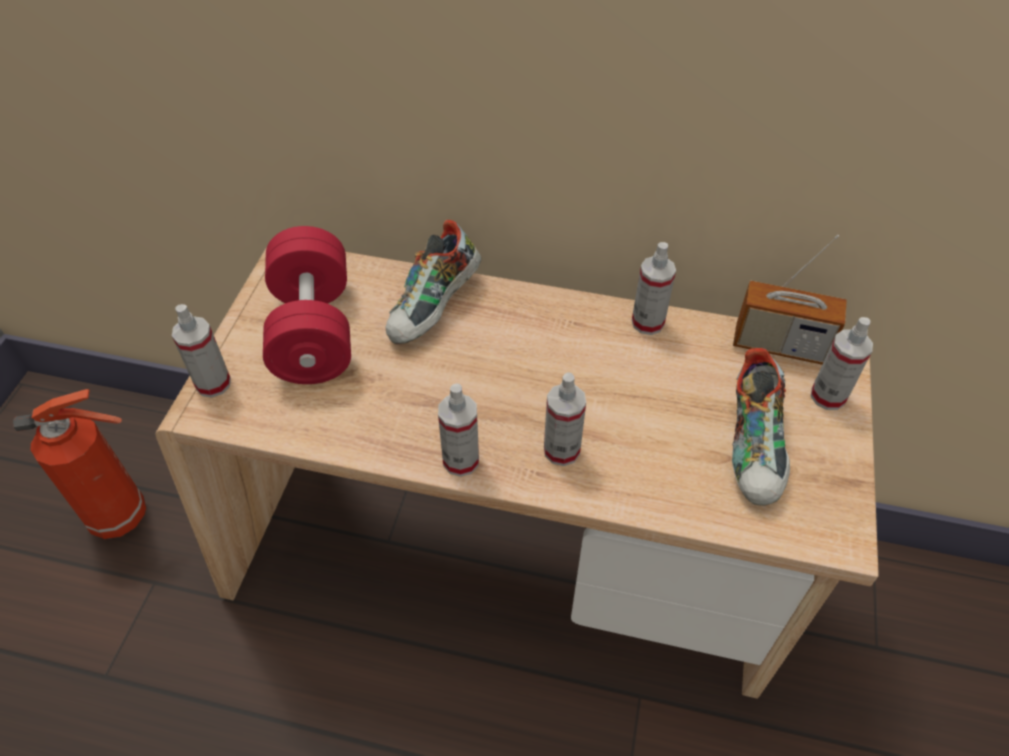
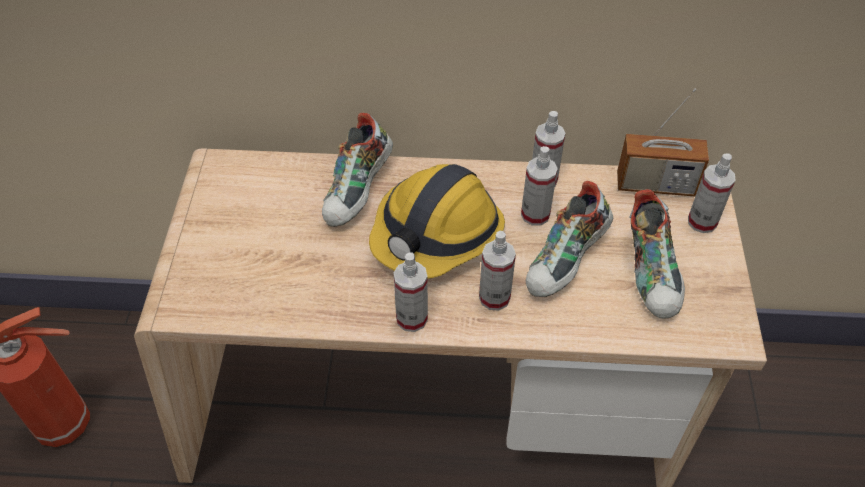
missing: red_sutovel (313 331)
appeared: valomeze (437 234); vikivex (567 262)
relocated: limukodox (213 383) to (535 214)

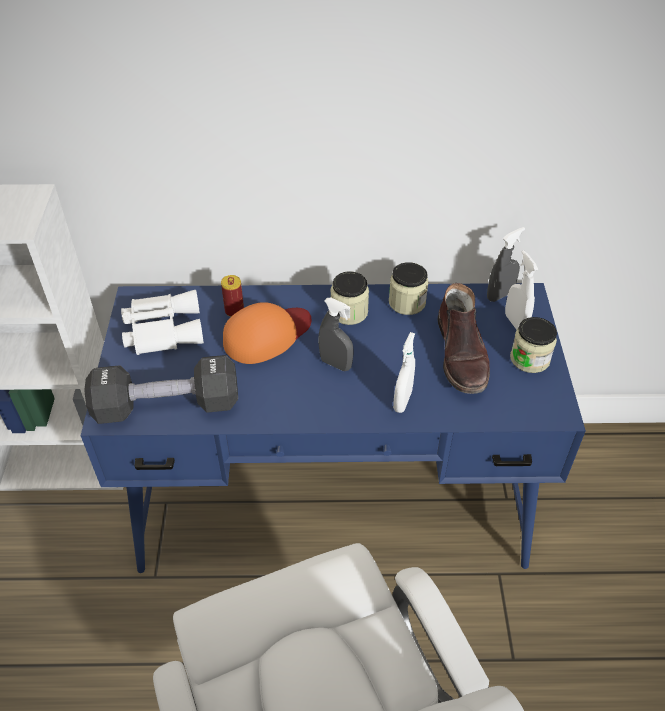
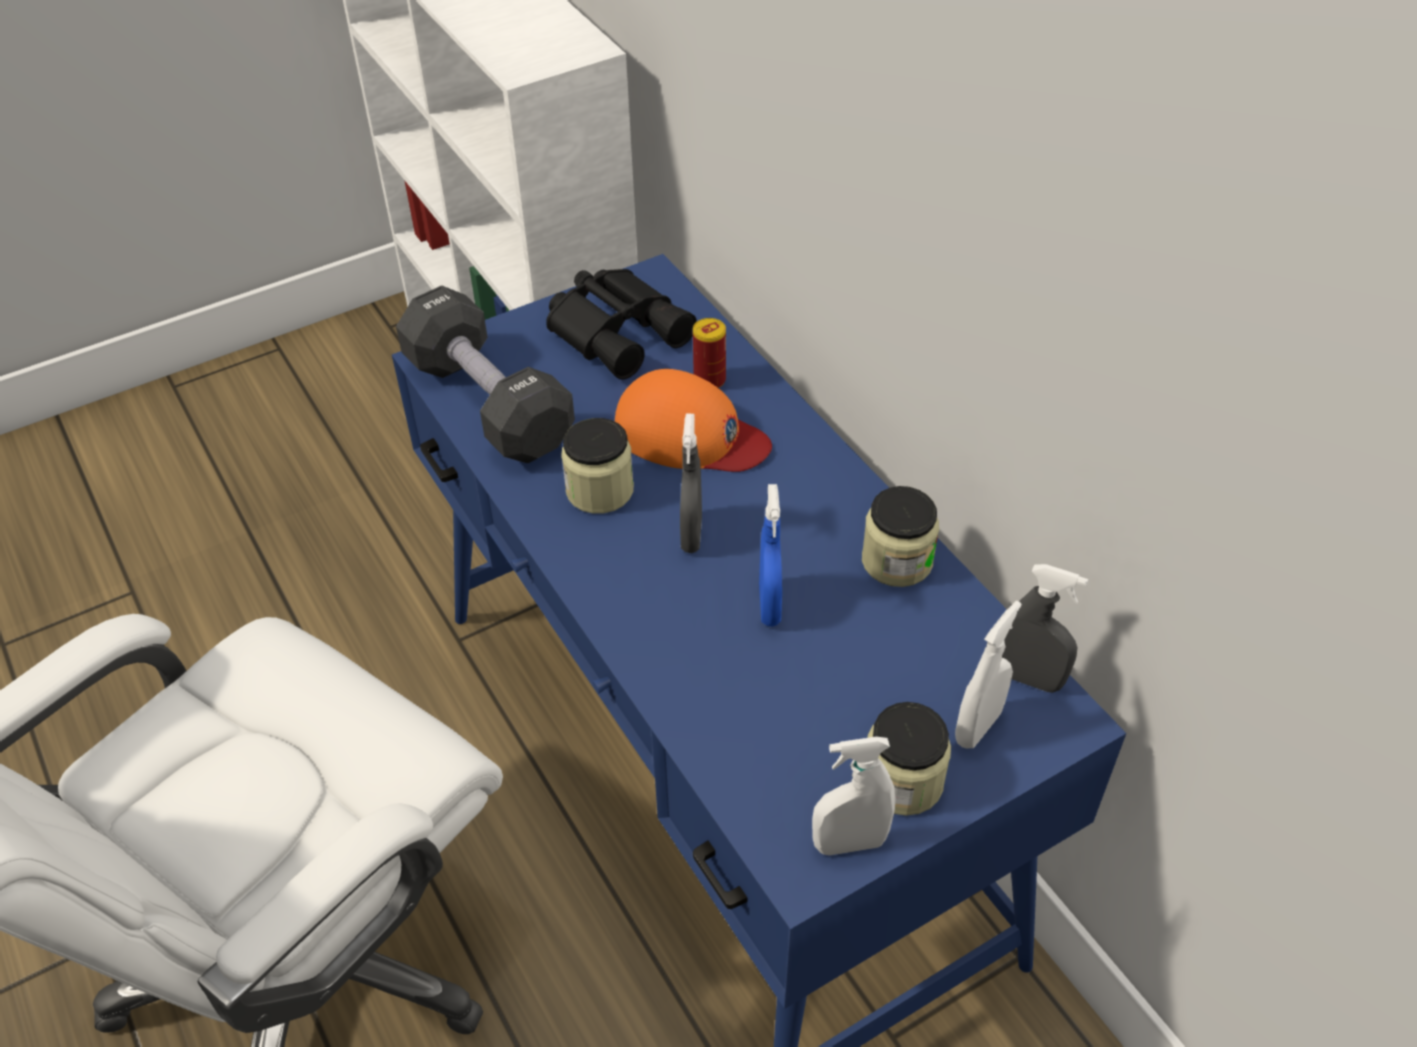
missing: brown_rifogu (462 354)
appeared: blue_limukodox (769 605)
relocated: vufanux (349 312) to (600 490); white_limukodox (402 401) to (849 843)
colour: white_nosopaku (162 328) to black_nosopaku (619 330)

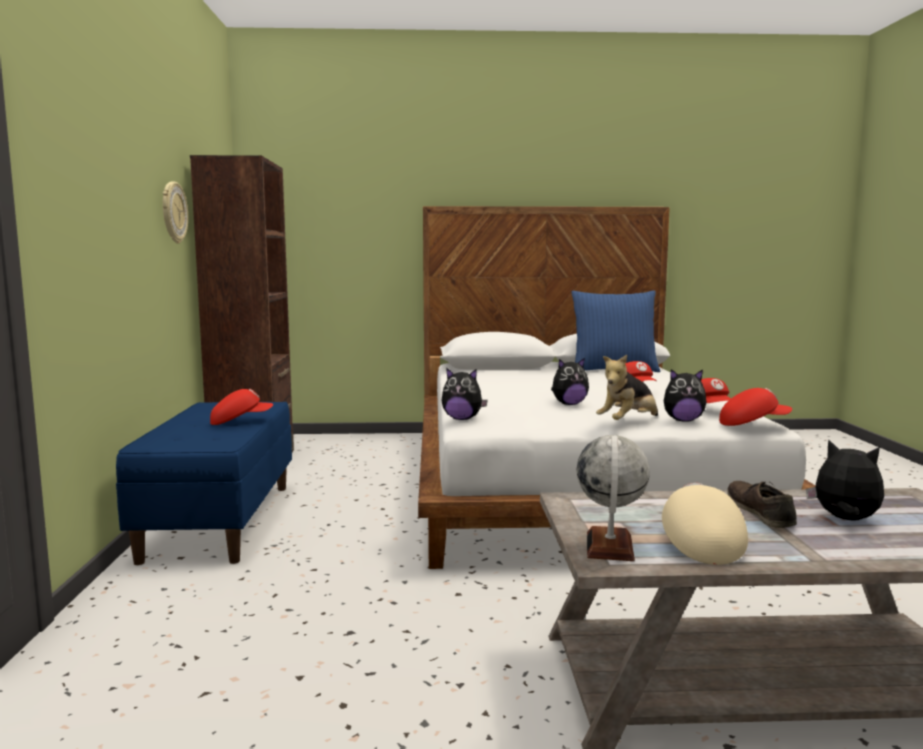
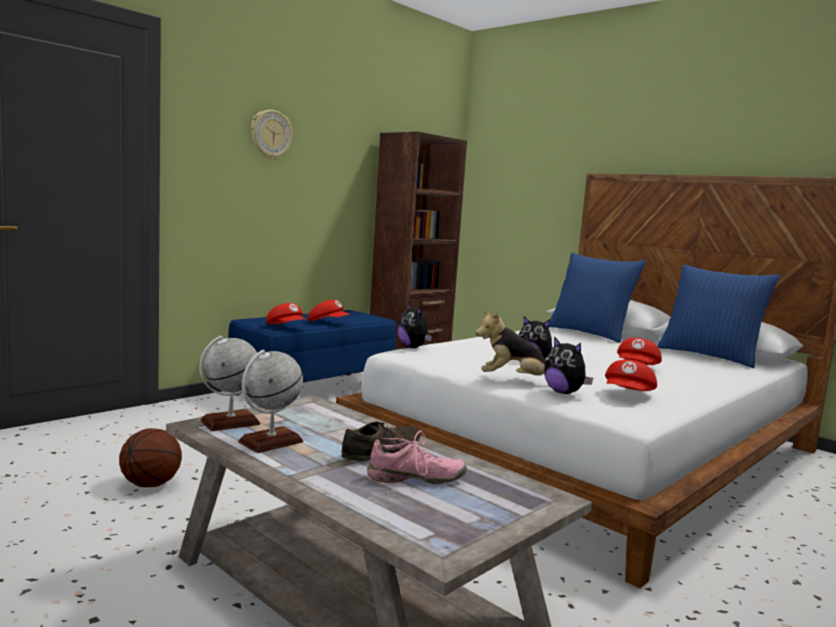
appeared: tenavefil (151 484); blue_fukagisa (590 333)
relocated: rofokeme (173 212) to (271 134); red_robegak (752 424) to (286 327)
exchanged: beige_robegak (698 544) to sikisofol (270 442); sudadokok (845 520) to pink_vikivex (415 479)

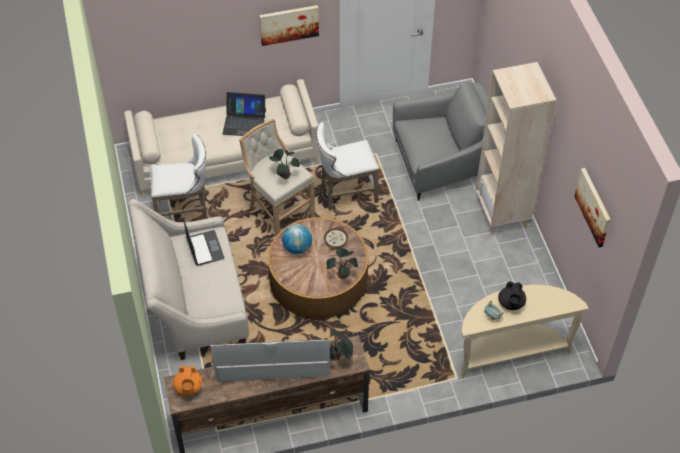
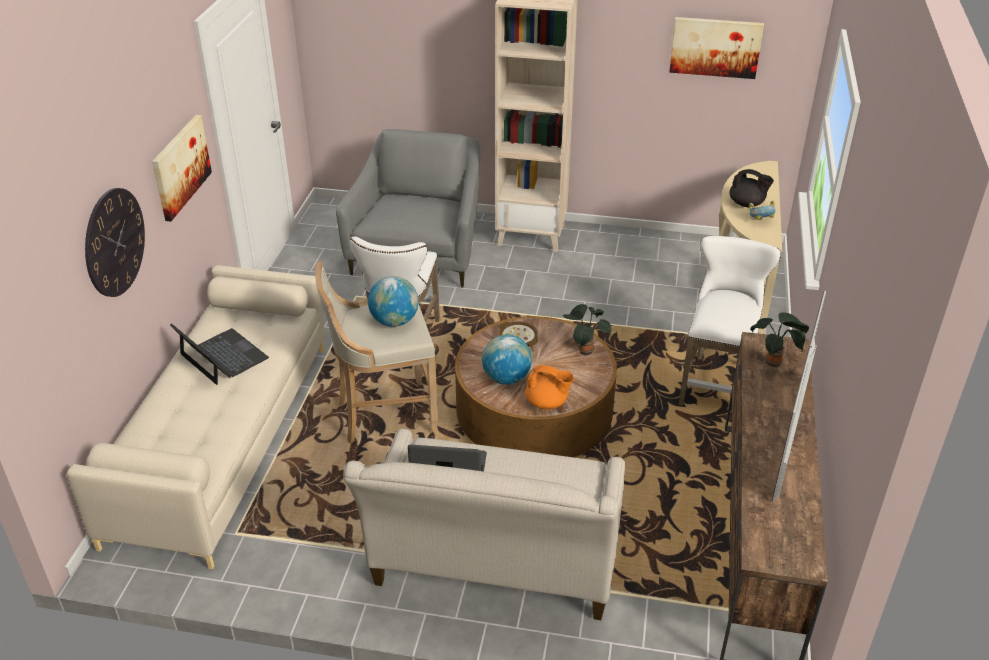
appeared: rofokeme (114 242)
relocated: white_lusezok (185 213) to (716 382); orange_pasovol (188 387) to (547 403)
exchanged: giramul (284 175) to sikisofol (394 321)
spun: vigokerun (244 122) = (223 357) 75 degrees counterclockwise

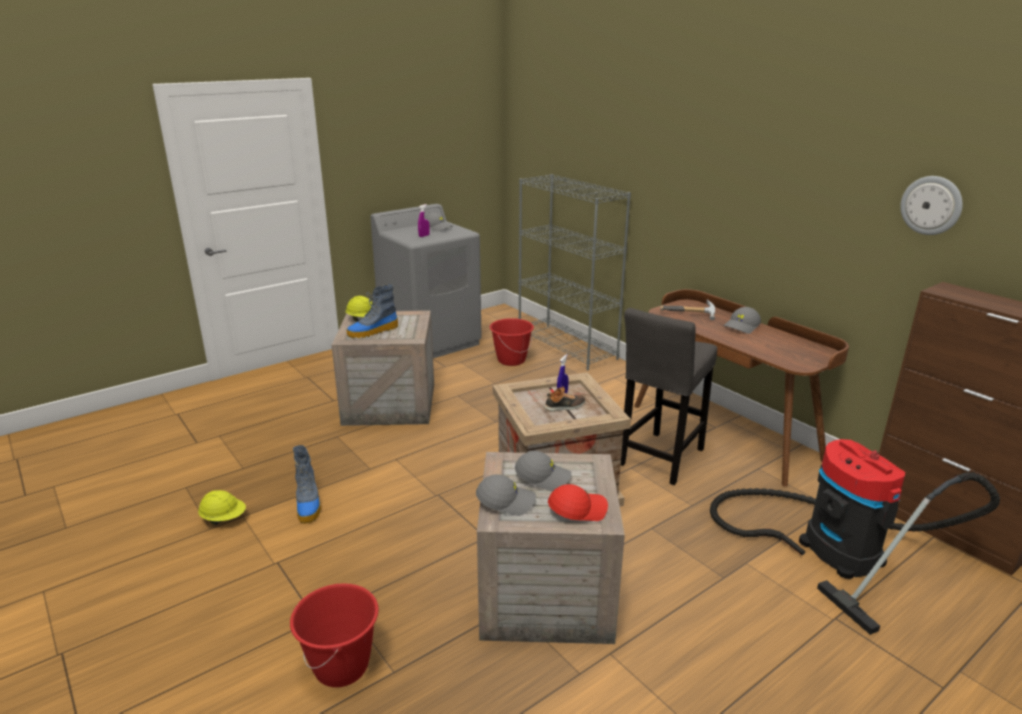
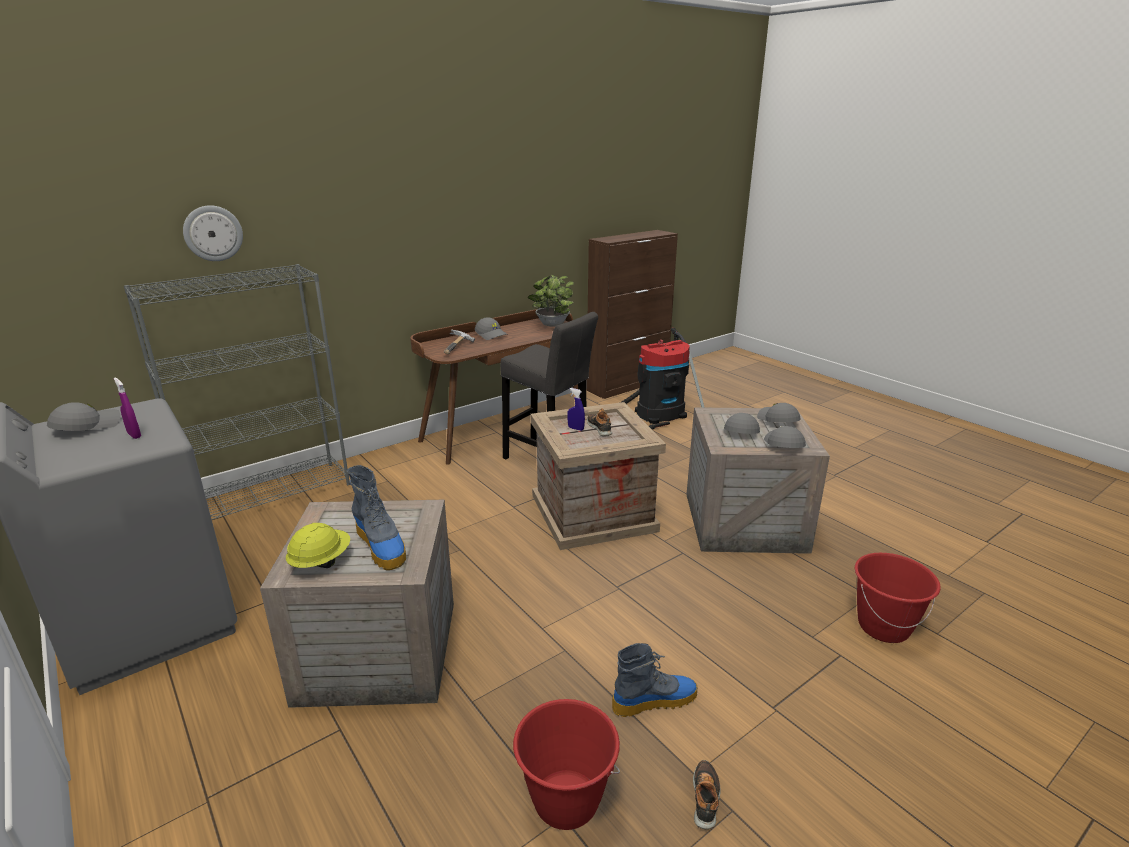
appeared: giramul (552 325)
relocated: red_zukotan (511 360) to (565 801); rofokeme (931 205) to (213 233)
exchanged: yellow_valomeze (224 519) to vikivex (705 798)
colour: red_robegak (577 509) to grey_robegak (777 420)

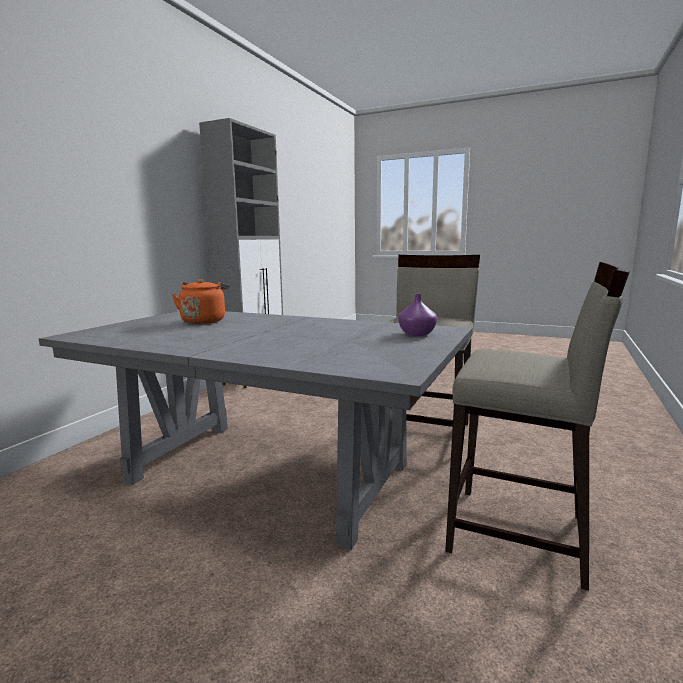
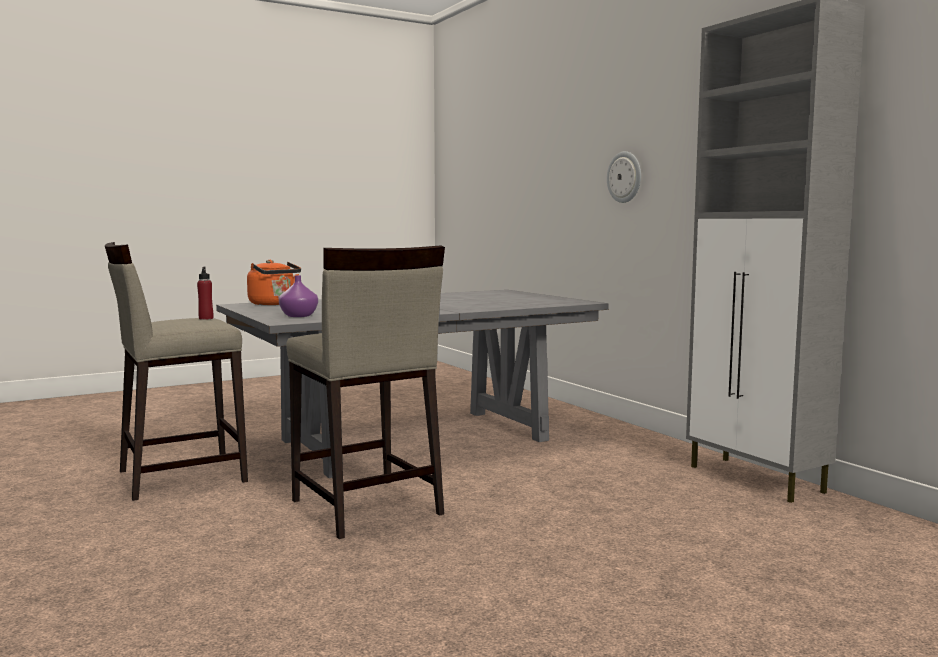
appeared: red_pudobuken (206 318); rofokeme (625 177)
relocated: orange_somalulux (204 321) to (273 304)

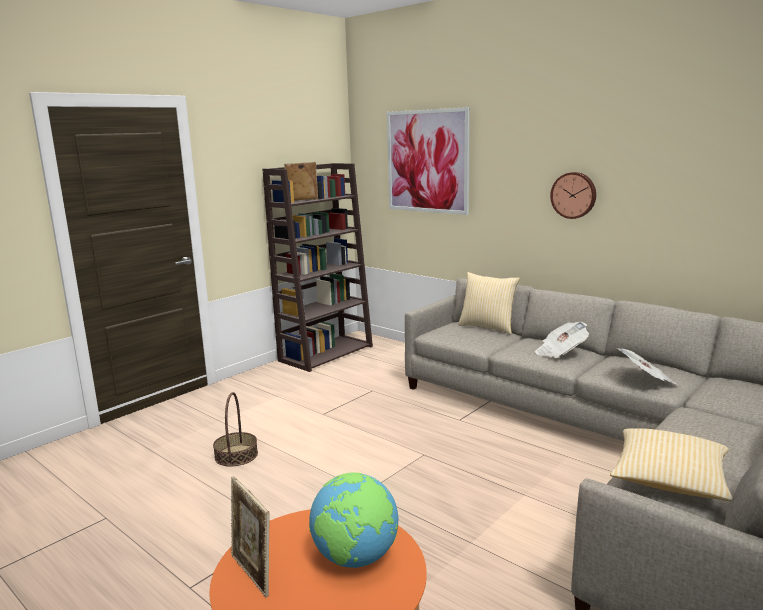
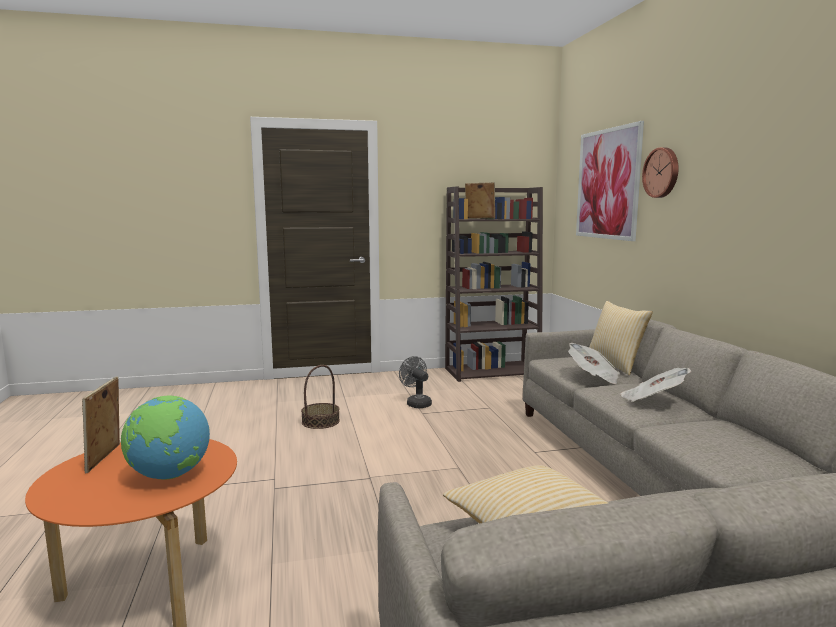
appeared: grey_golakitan (416 403)
relocated: rofokeme (574 195) to (662 172); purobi (646 380) to (593 377)

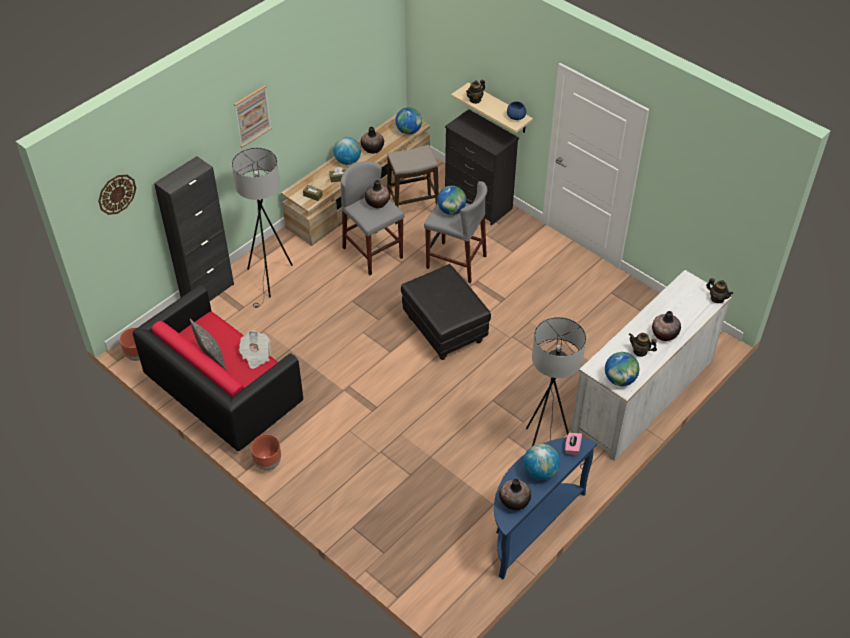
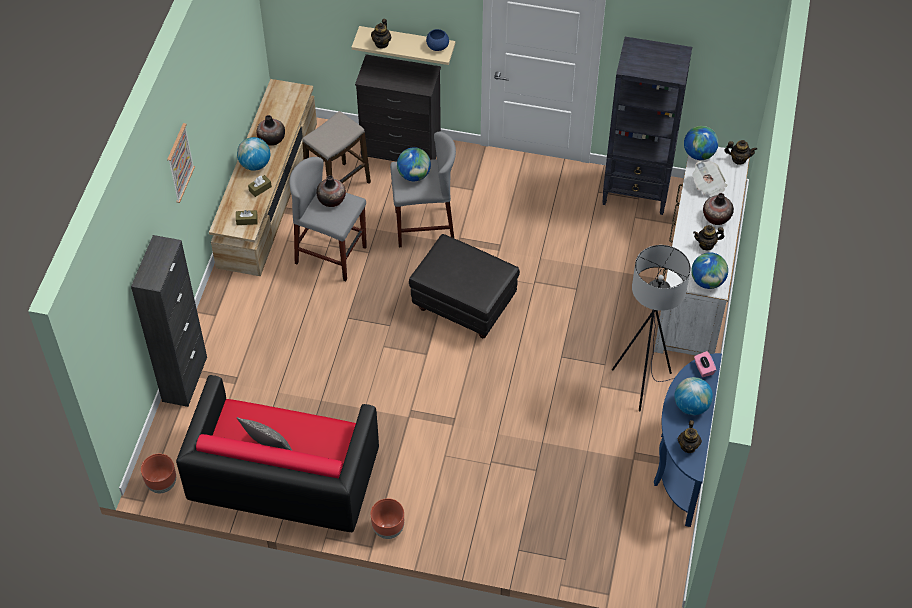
missing: rofokeme (116 194); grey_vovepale (270 280)
appeared: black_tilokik (637 192)
relocated: purobi (256 355) to (708 187); sikisofol (408 131) to (699 154)
exchanged: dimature (514 501) to pasovol (688 446)

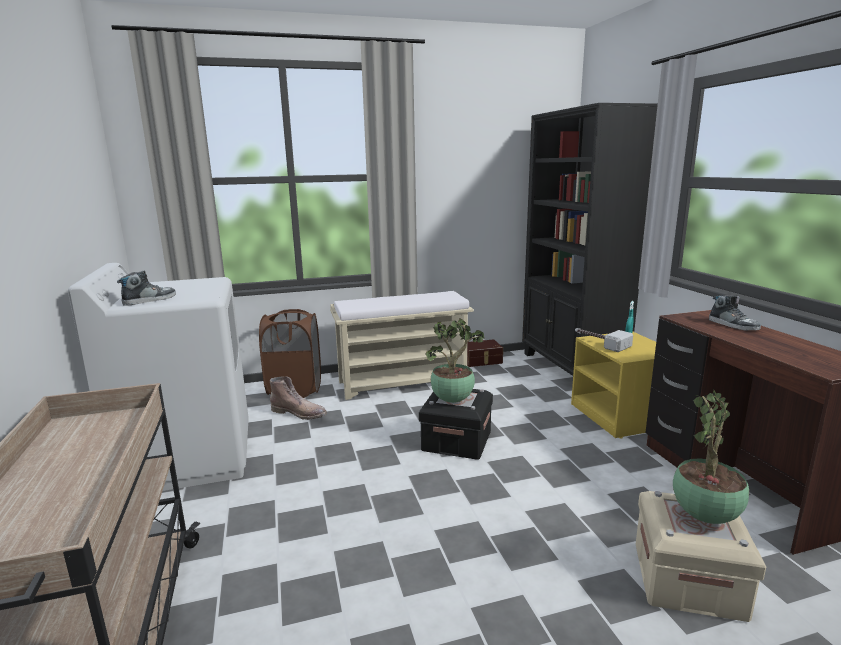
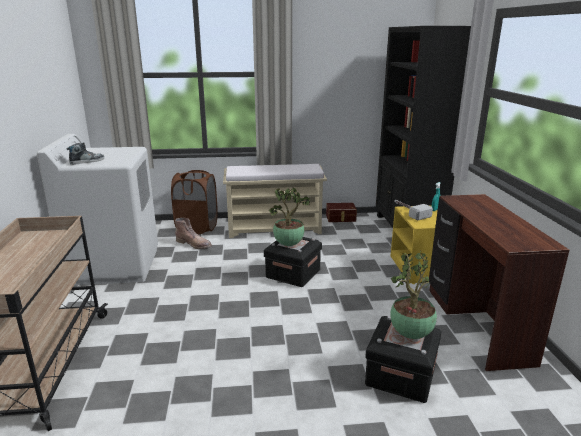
missing: vikivex (733 325)
colour: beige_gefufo (687 580) to black_gefufo (400 375)

